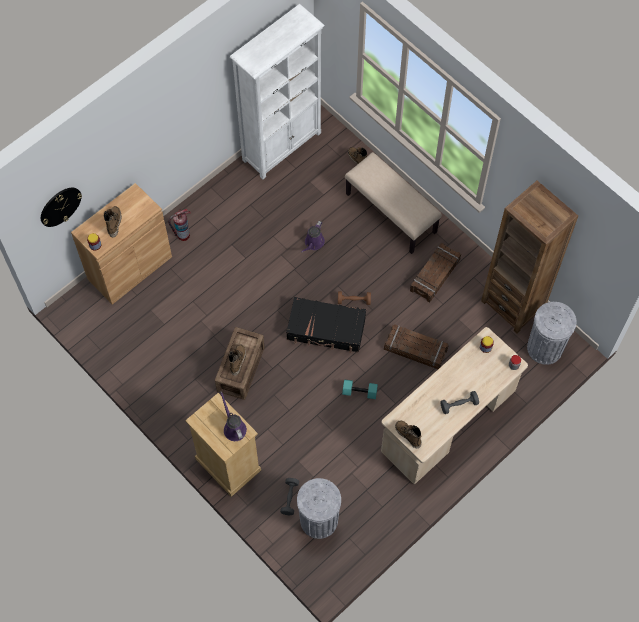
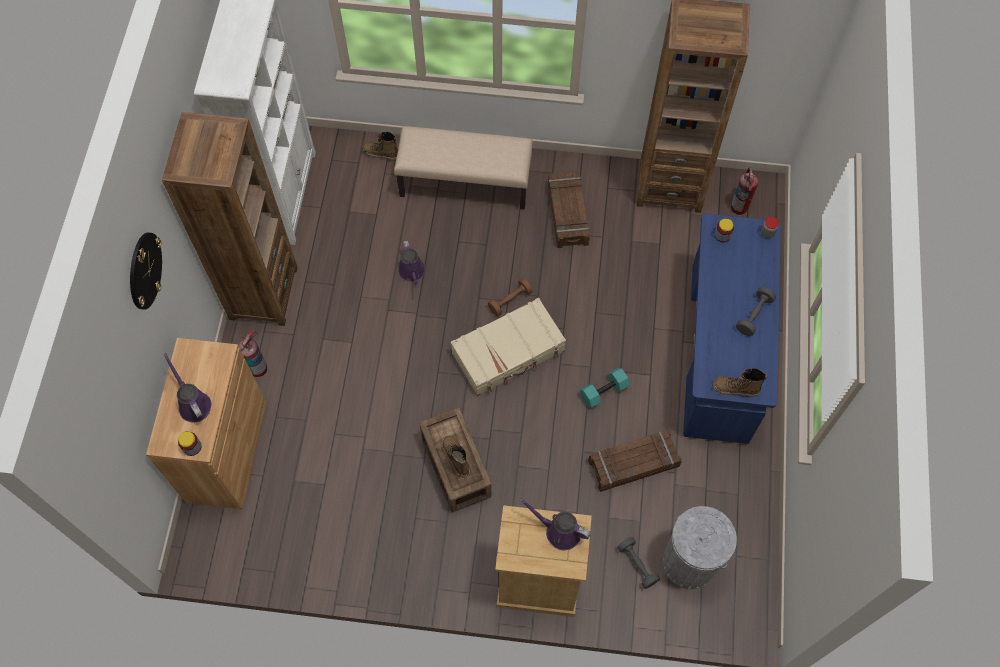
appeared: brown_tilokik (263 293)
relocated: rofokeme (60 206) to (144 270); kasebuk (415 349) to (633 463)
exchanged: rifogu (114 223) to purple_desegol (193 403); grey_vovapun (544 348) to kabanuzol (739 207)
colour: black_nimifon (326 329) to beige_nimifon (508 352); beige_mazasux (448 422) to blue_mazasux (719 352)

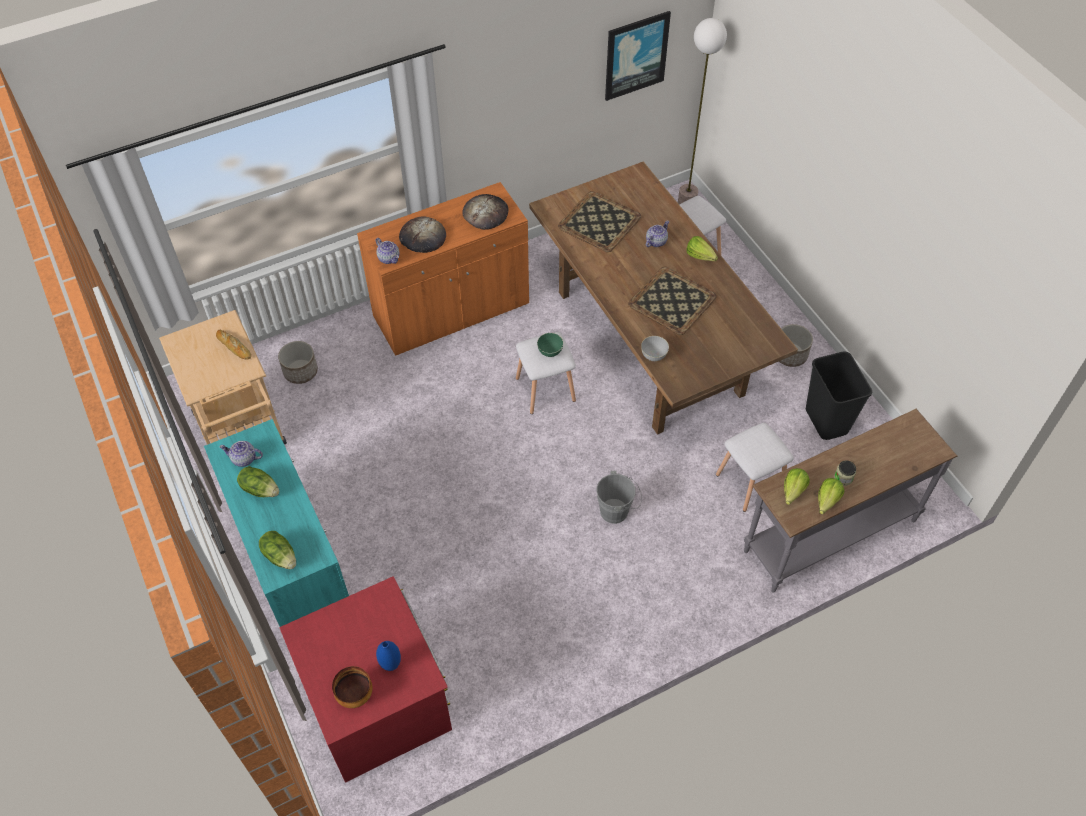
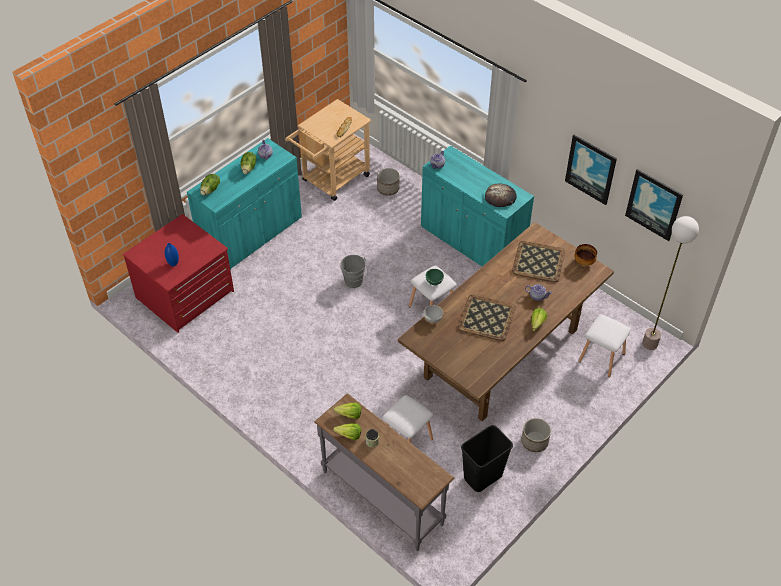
missing: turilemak (422 237)
appeared: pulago (591 169)
relocated: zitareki (354 694) to (584 262); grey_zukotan (617 511) to (354 283)
colour: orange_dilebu (451 311) to turquoise_dilebu (472 242)

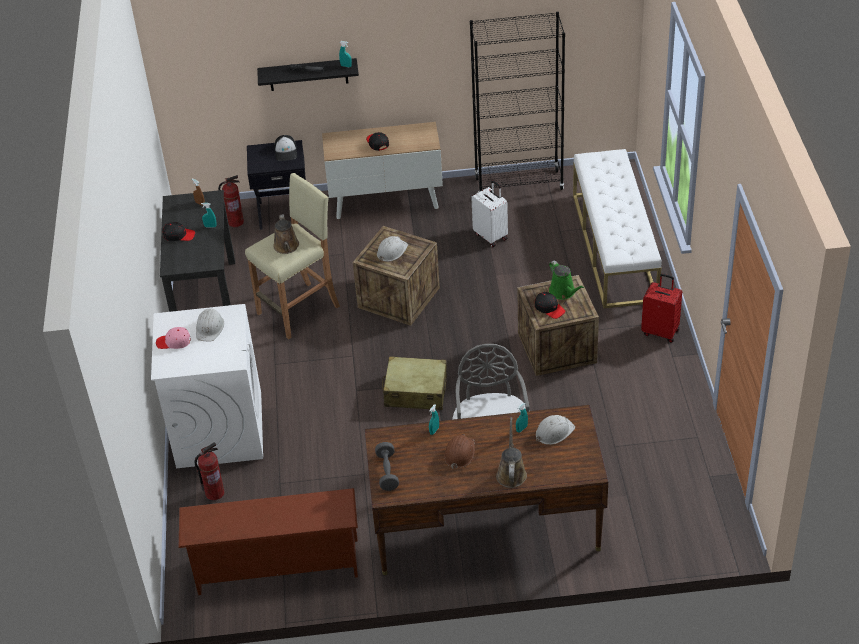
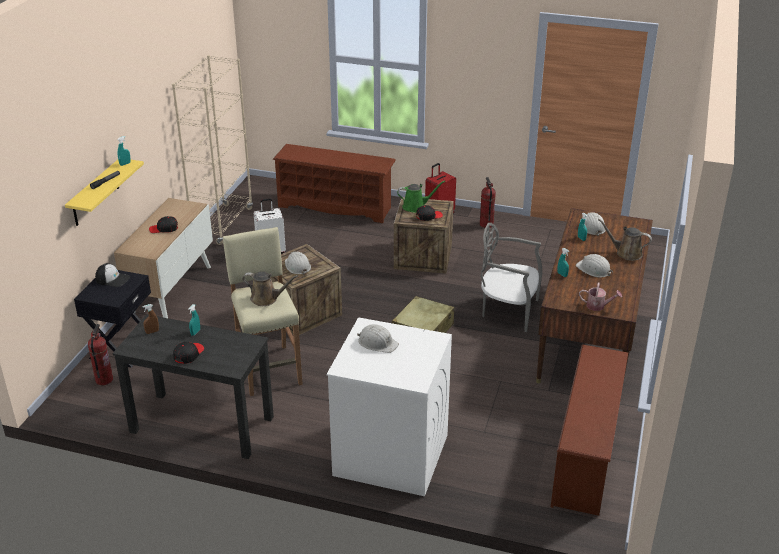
missing: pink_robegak (174 342)
relocated: kabanuzol (215 493) to (486 224)
exchanged: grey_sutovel (387 472) to desegol (598 306); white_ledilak (614 247) to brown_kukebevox (336 207)
colour: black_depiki (308 74) to yellow_depiki (95 193); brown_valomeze (459 453) to white_valomeze (593 269); black_tilokik (519 184) to beige_tilokik (223 224)

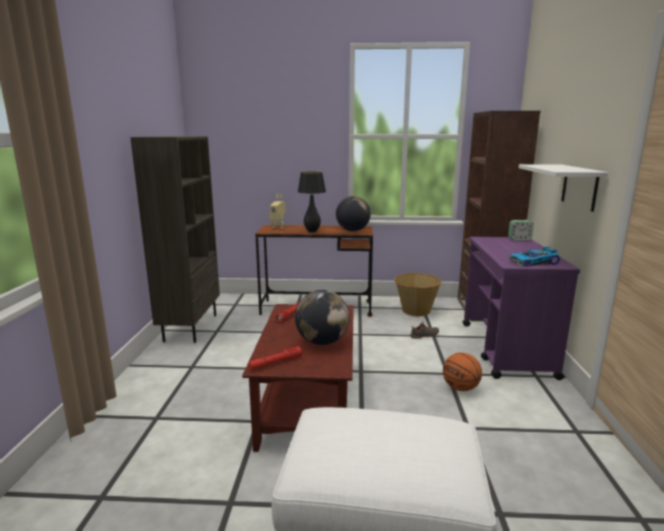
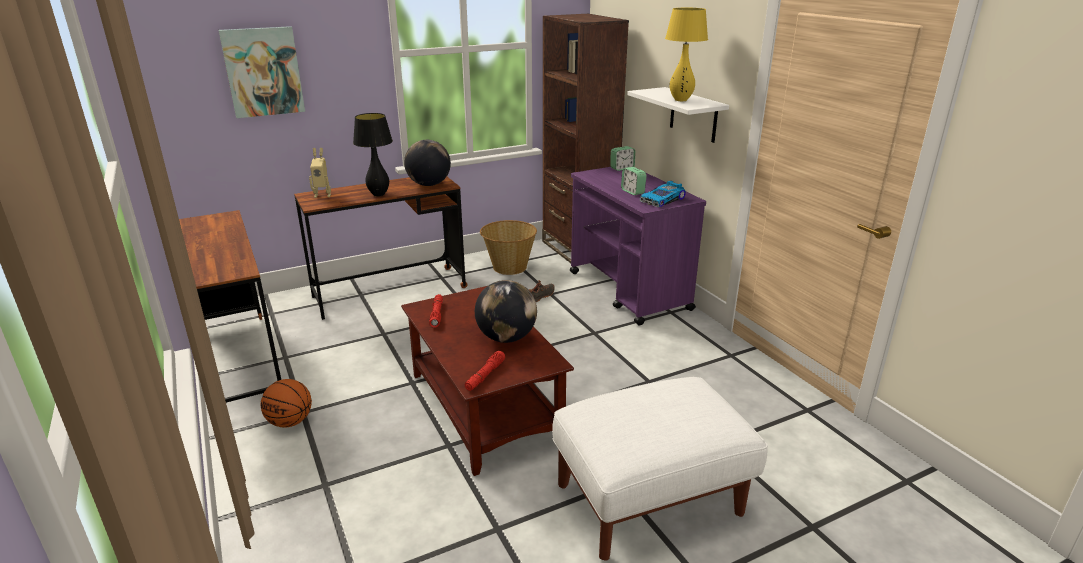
appeared: pulago (263 72); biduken (632 192); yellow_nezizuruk (680 100)
relocated: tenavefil (460 388) to (290 422)
exchanged: brown_tilokik (190 327) to brown_mazasux (240 362)

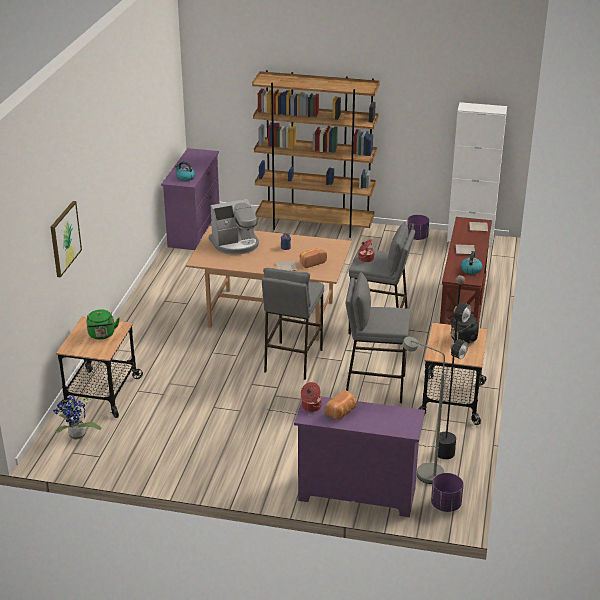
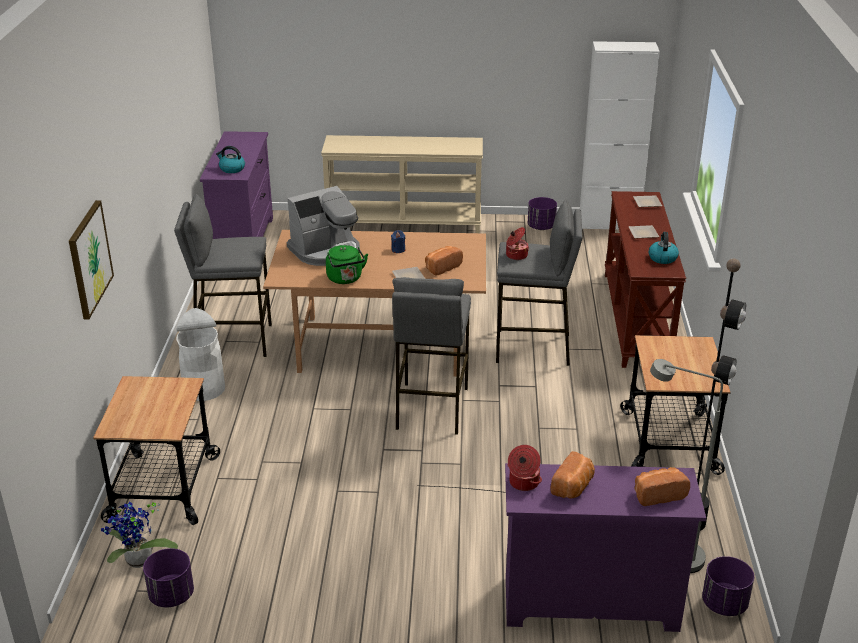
missing: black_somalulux (462 339)
appeared: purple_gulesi (171 596); white_vovapun (204 389); turilemak (658 494)
relocated: green_somalulux (102 335) to (345 279); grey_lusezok (375 386) to (233 340)
exchanged: brown_tilokik (315 226) to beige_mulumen (404 223)

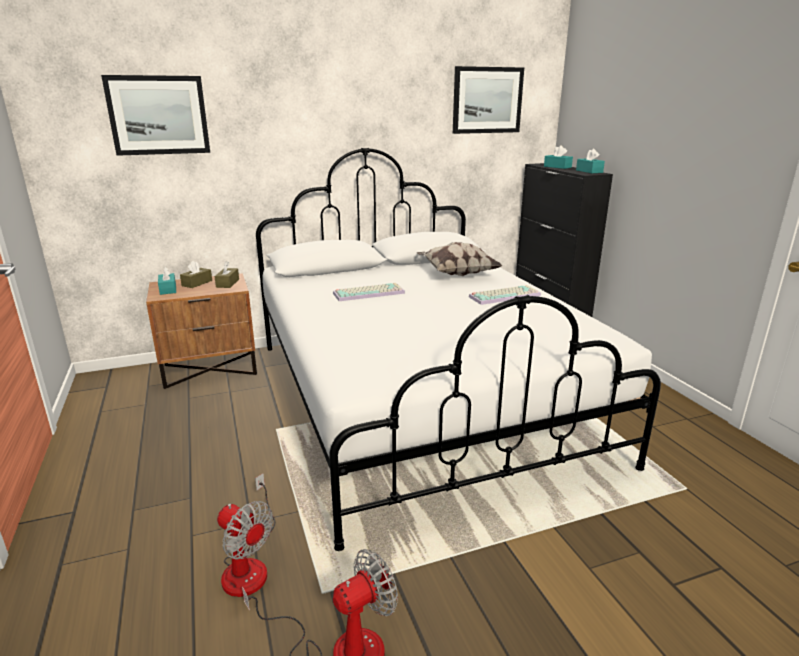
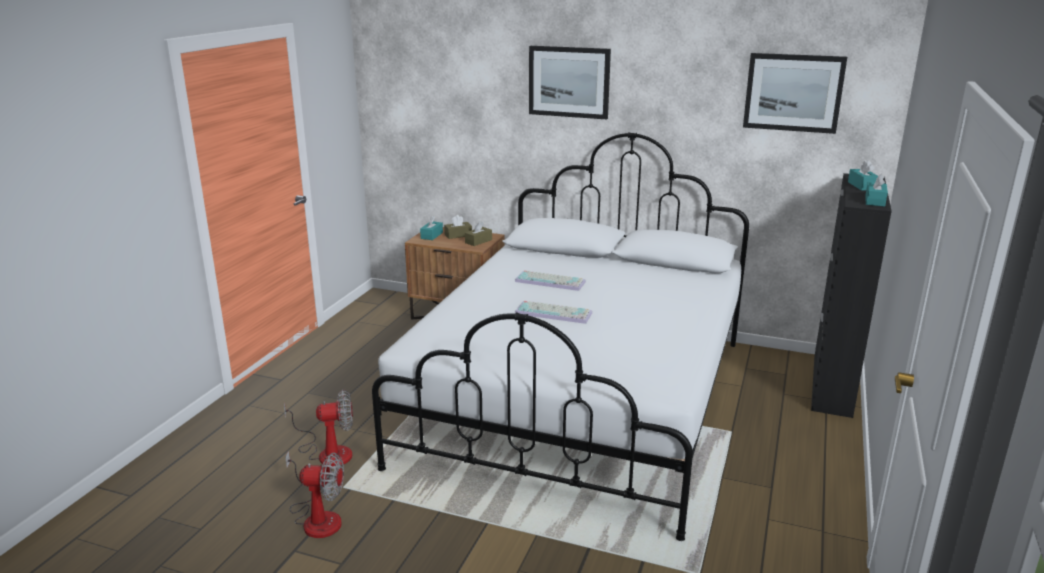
missing: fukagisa (456 274)
relocated: pulago (158 115) to (569 82); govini (505 295) to (554 313)
spun: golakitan (249 564) = (327 452) 90 degrees counterclockwise

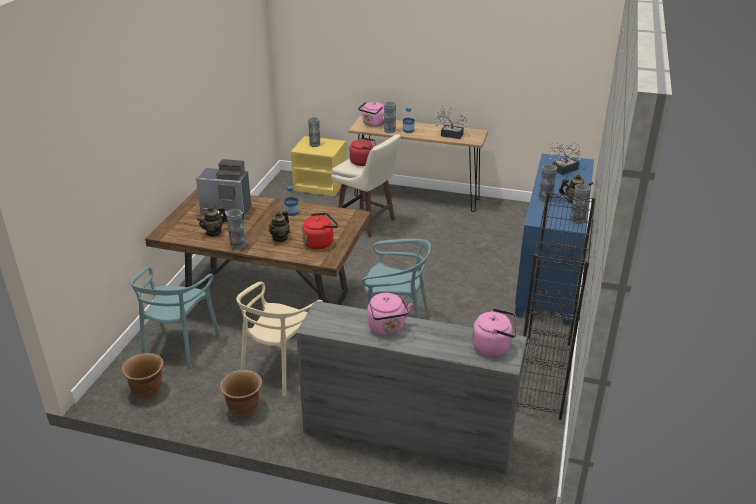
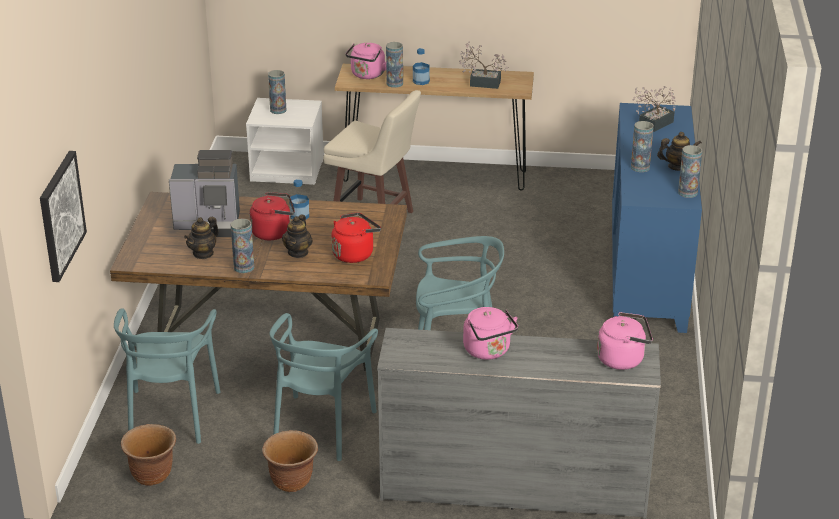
missing: black_tilokik (544 376)
appeared: pulago (60 215)
relocated: red_somalulux (363 162) to (274 232)
colour: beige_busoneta (280 368) to turquoise_busoneta (321 427); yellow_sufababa (321 185) to white_sufababa (288 169)

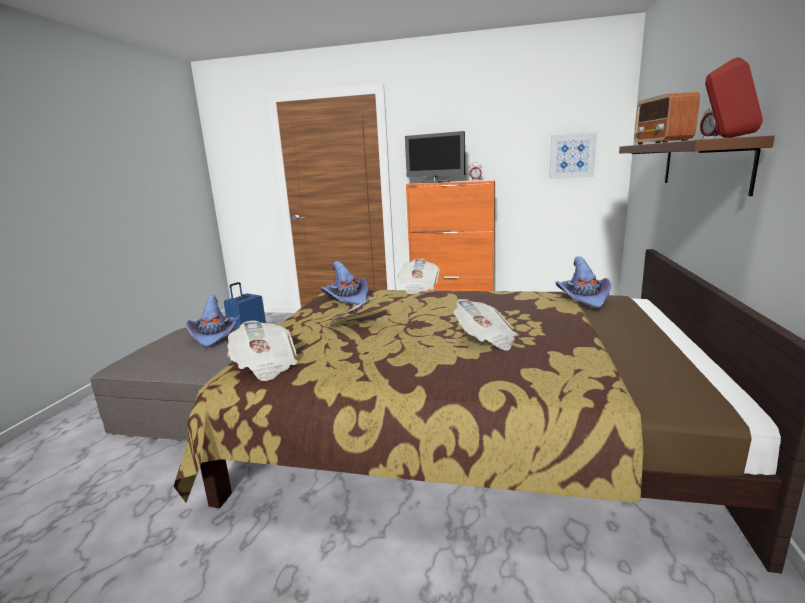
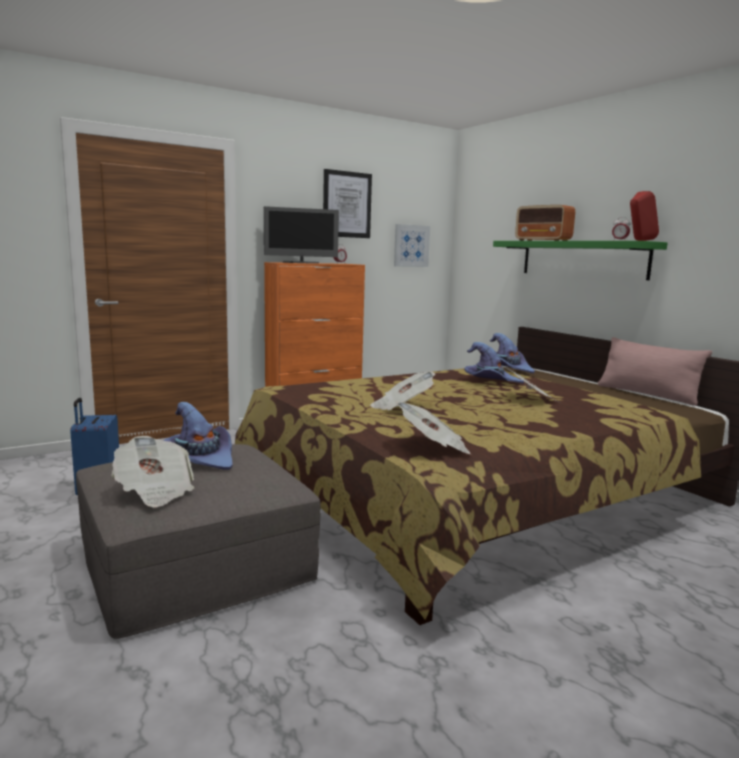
appeared: pulago (347 204); pink_fukagisa (647 394)
relocated: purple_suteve (347 299) to (490 381); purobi (418 288) to (155 491)
colour: brown_depiki (703 164) to green_depiki (582 259)

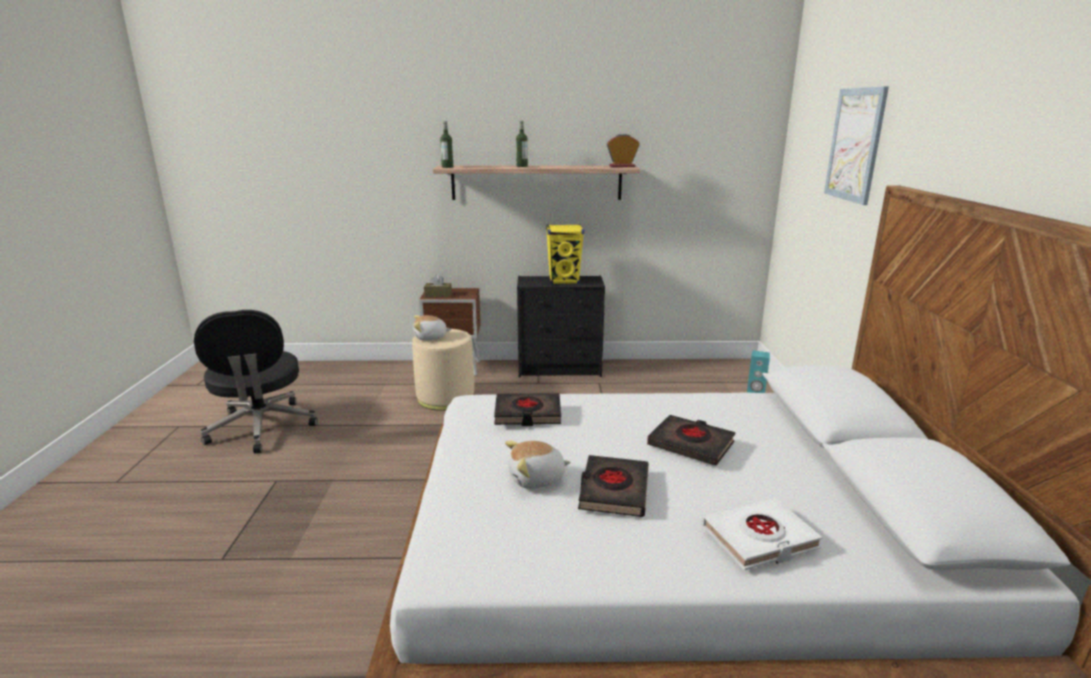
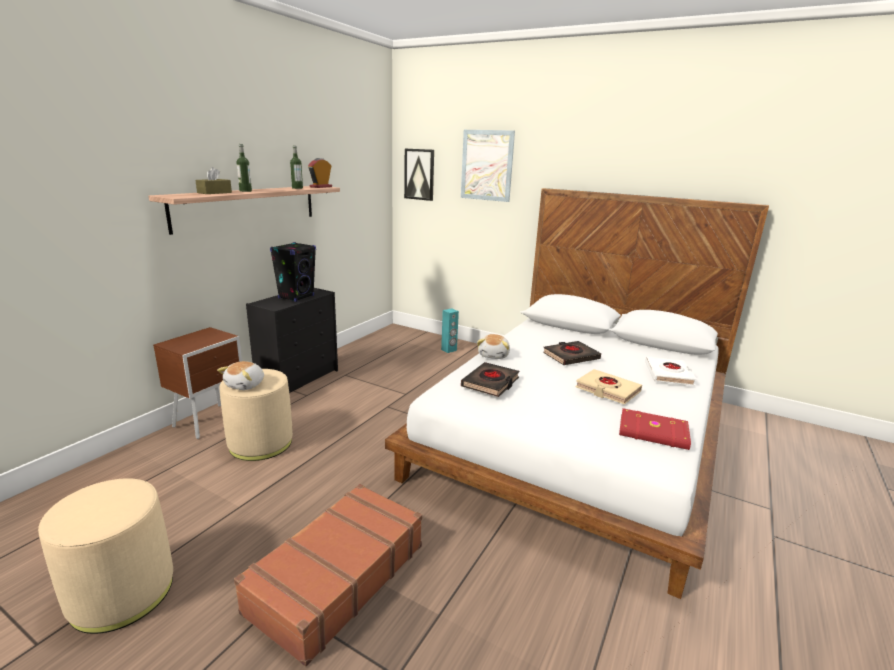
appeared: brown_nimifon (336 577); pulago (419 174); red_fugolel (653 433)
relocated: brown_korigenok (438 295) to (214 193); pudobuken (447 167) to (297 188); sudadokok (537 479) to (494 355)
exchanged: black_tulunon (262 428) to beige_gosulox (122 593)
colour: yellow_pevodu (564 281) to black_pevodu (296 297); black_fugolel (613 490) to beige_fugolel (607 390)

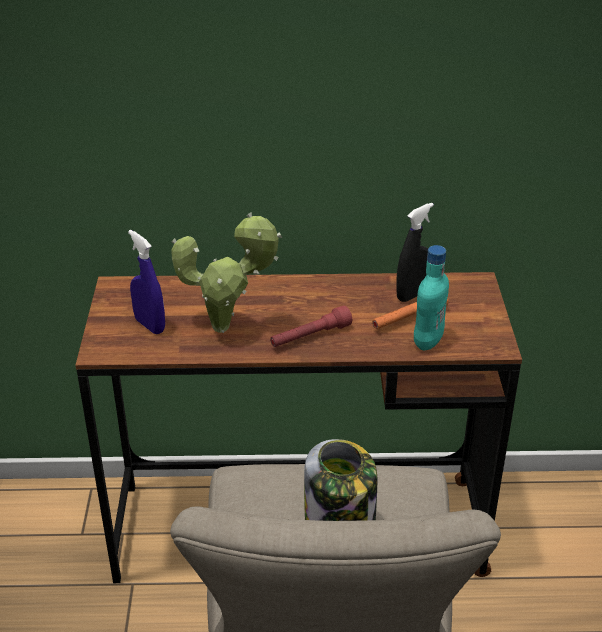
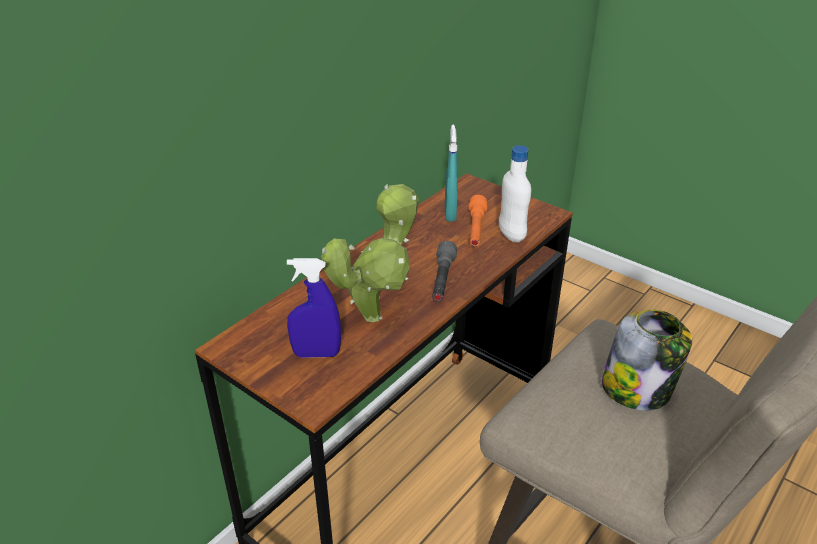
colour: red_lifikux (310 337) to grey_lifikux (442 280); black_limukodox (412 295) to turquoise_limukodox (450 213); turquoise_pudobuken (428 341) to white_pudobuken (511 235)

